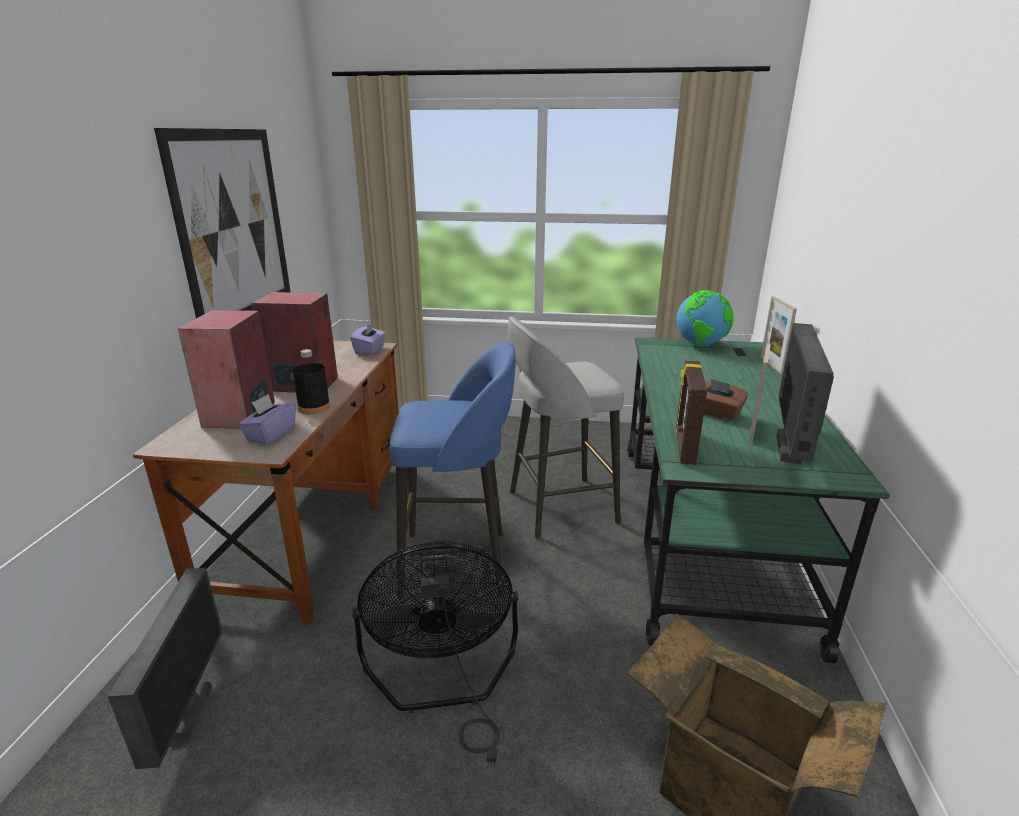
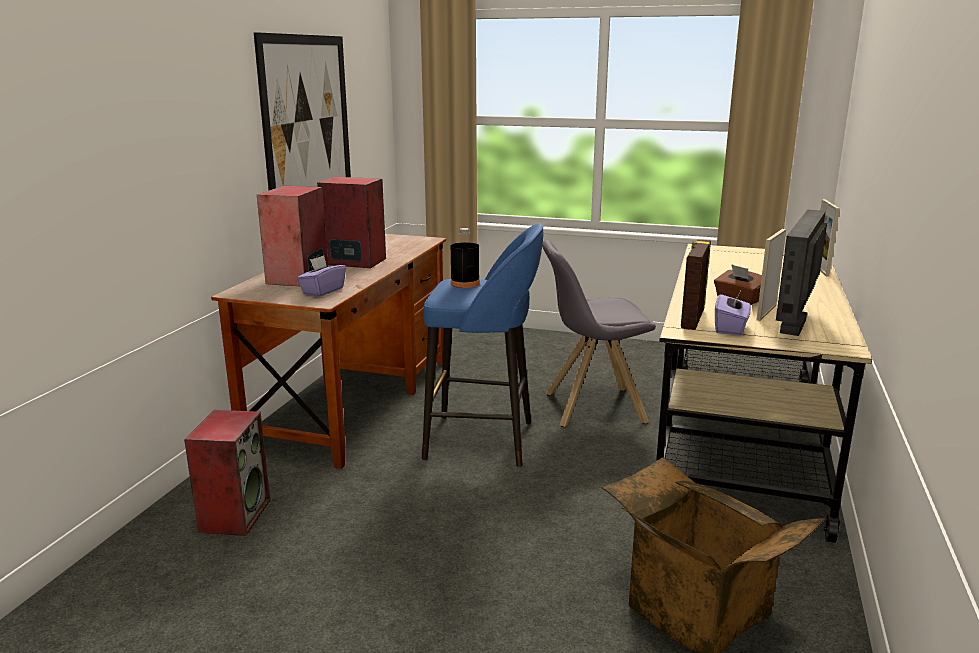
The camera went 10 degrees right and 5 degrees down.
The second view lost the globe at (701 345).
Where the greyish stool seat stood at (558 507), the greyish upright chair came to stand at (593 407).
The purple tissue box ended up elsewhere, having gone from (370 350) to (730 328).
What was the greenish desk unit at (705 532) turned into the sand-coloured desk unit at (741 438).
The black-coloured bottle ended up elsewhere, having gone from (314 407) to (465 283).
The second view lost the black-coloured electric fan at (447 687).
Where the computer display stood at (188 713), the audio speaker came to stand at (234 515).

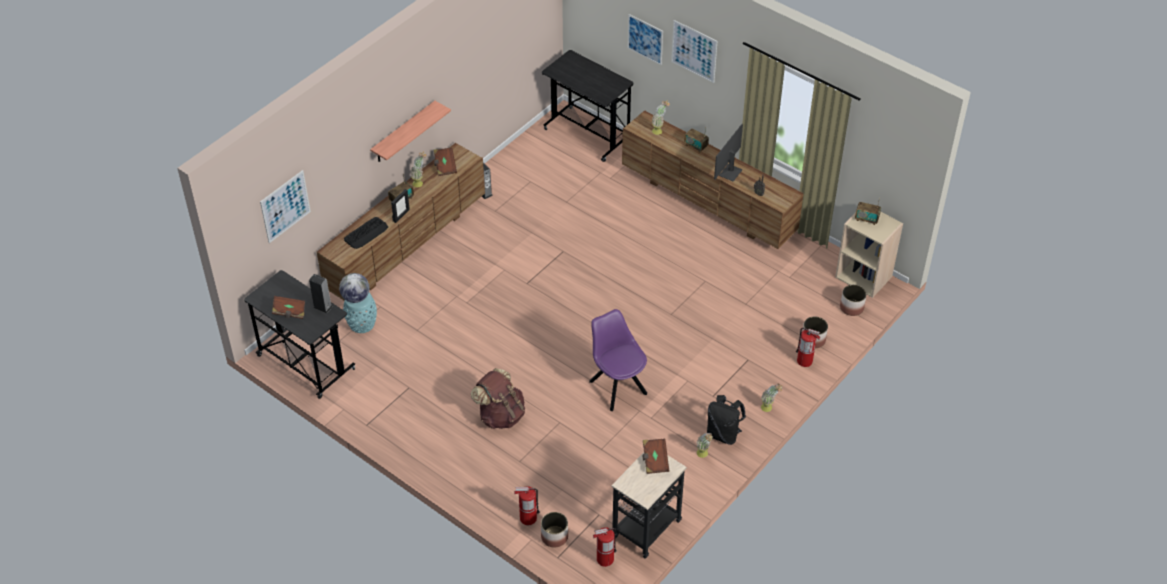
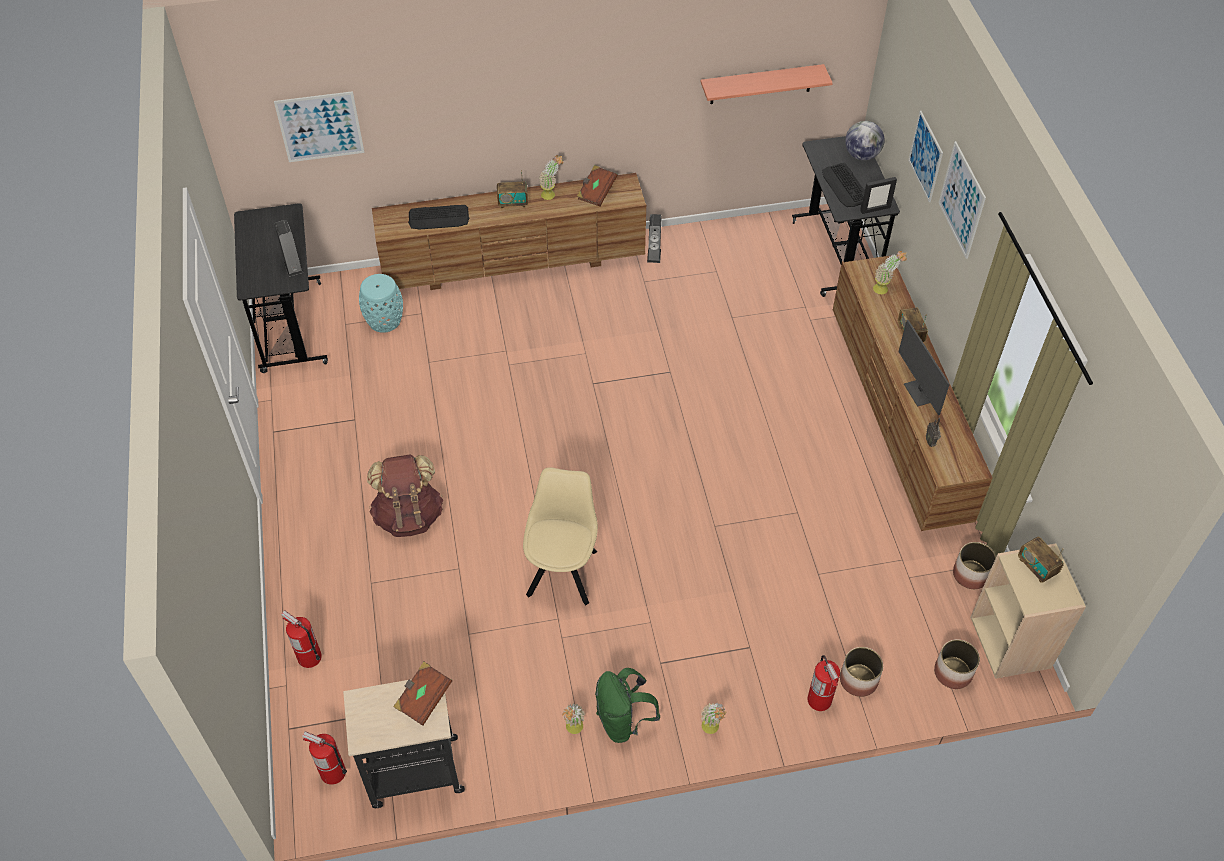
The camera went 40 degrees right and 5 degrees up.
The shelf ended up elsewhere, having gone from (403 133) to (761 84).
The computer display at (730 172) ended up facing another way, 90 degrees counterclockwise from before.
The picture frame ended up elsewhere, having gone from (401 215) to (875 209).
The globe ended up elsewhere, having gone from (355 298) to (861 155).
The second view lost the brownish volume at (289 312).
What was the purple upright chair at (617 387) turned into the sand-coloured upright chair at (563 572).
What was the black-coloured backpack at (723 434) turned into the greenish backpack at (623 721).
The plant pot ended up elsewhere, having gone from (554 536) to (970 574).
The second view gained the PC keyboard at (845 186).

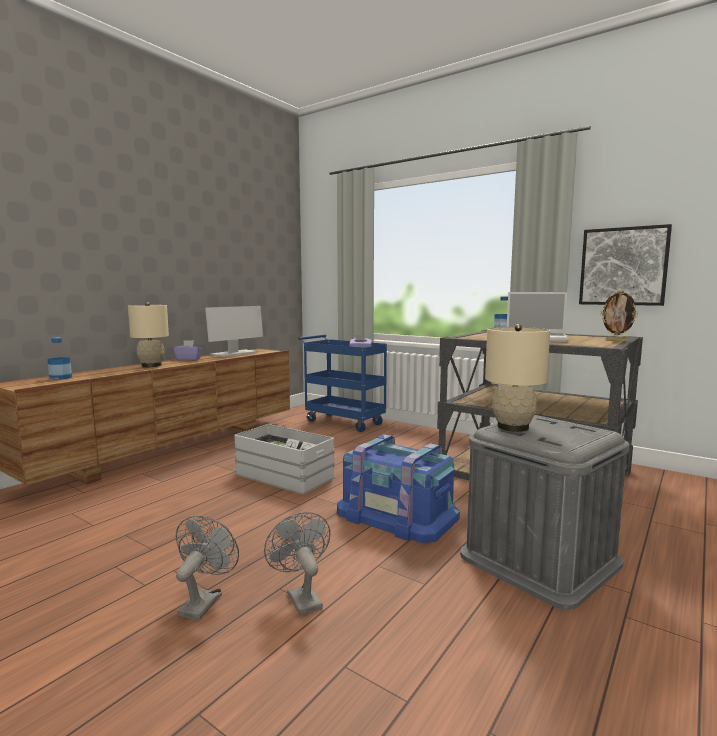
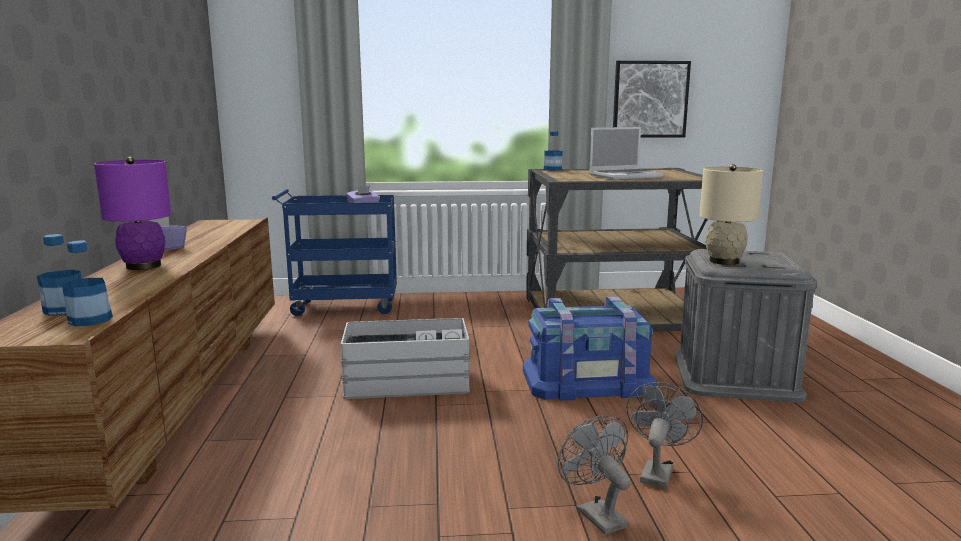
The camera went 40 degrees left and 5 degrees up.
The second view lost the picture frame at (616 340).
What was the sand-coloured lamp for a table at (151 365) turned into the purple lamp for a table at (143 266).
The second view lost the computer display at (234 354).
The greyish electric fan at (301 597) ended up facing another way, 90 degrees clockwise from before.
The second view gained the bottle at (90 320).

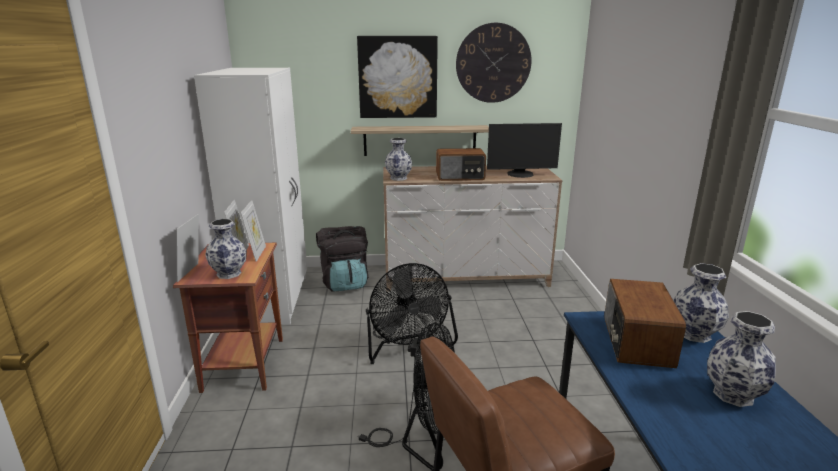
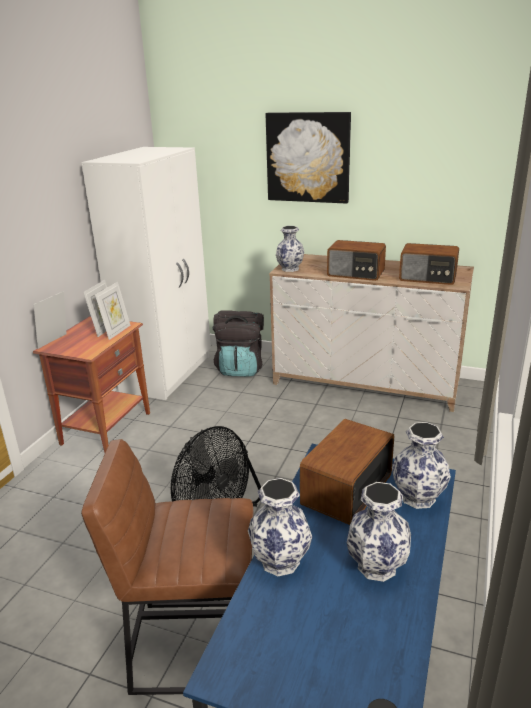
The camera went 25 degrees right and 5 degrees up.
The second view lost the wall clock at (493 63).
Where the computer display stood at (520 174), the radio receiver came to stand at (428 278).
The second view lost the shelf at (420 140).
The vase ended up elsewhere, having gone from (229 273) to (281 560).
The second view lost the black-coloured electric fan at (404 346).

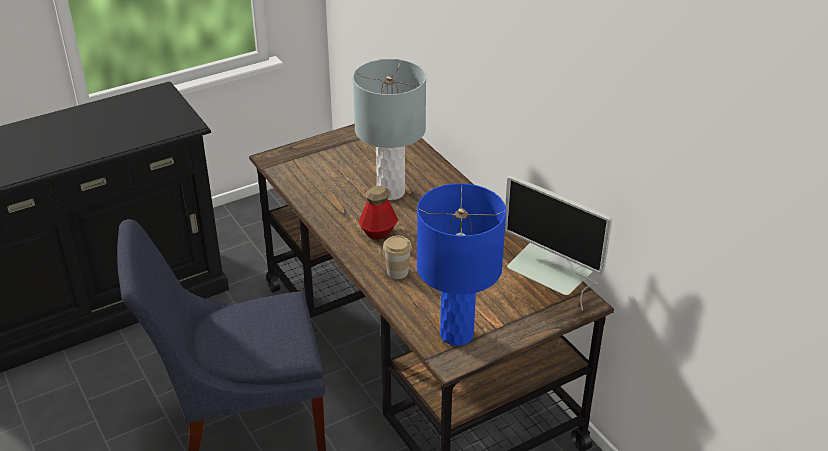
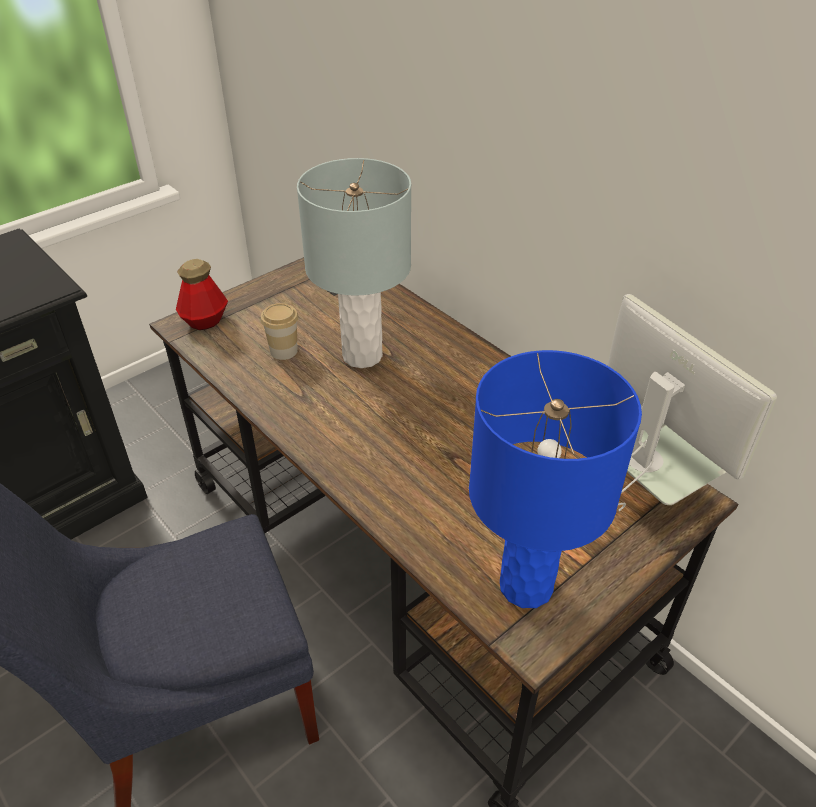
The camera went 10 degrees left and 5 degrees up.
The computer display at (551 295) ended up facing another way, 150 degrees counterclockwise from before.
The bottle ended up elsewhere, having gone from (378 232) to (205 321).
The small cup ended up elsewhere, having gone from (397 272) to (283 351).

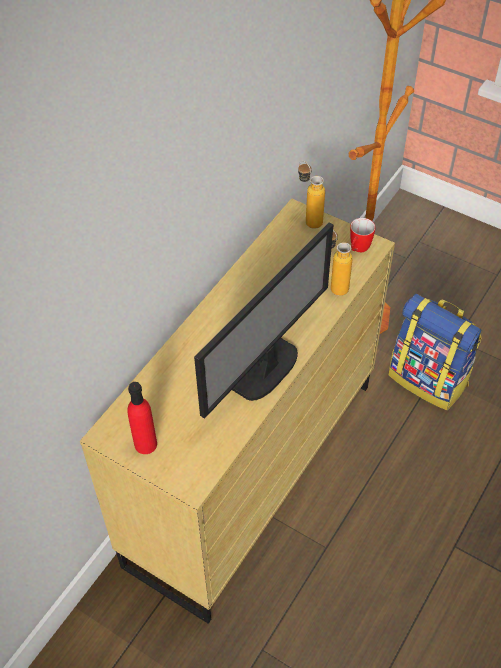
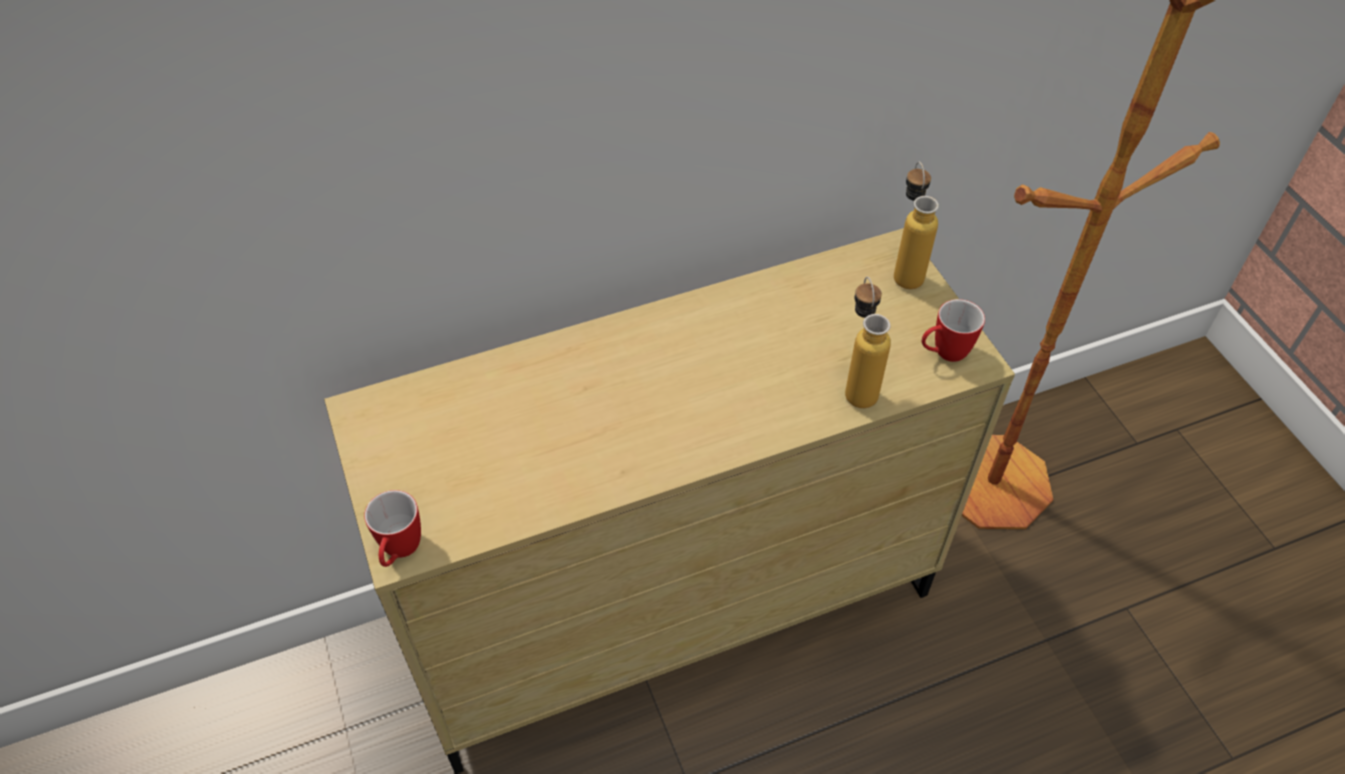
The camera went 35 degrees right and 0 degrees up.
The second view lost the computer display at (266 370).
The second view lost the backpack at (429 380).
The second view lost the red bottle at (145 444).
The second view gained the coffee mug at (399 552).

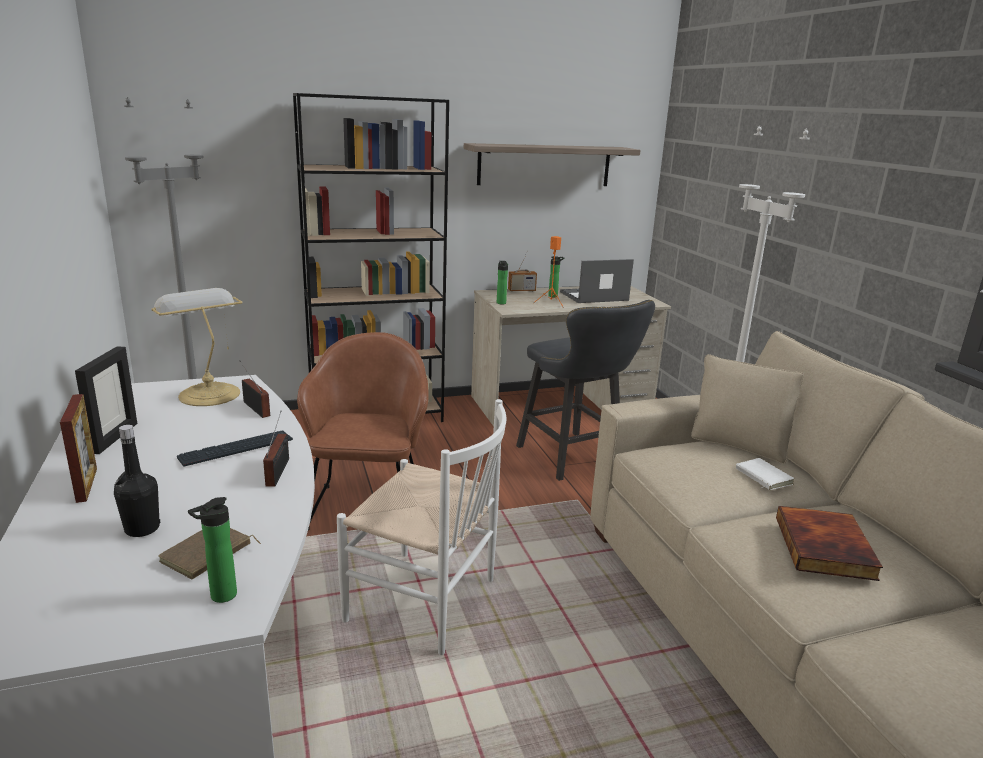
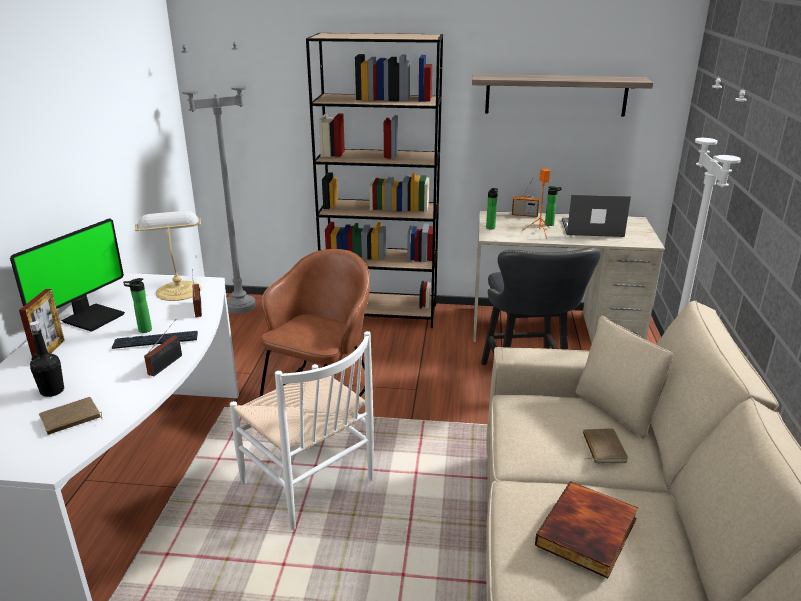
The camera went 25 degrees right and 5 degrees up.
Where the picture frame stood at (113 437), the computer display came to stand at (92 317).
What was the white-coloured volume at (762 477) turned into the brownish volume at (602 448).
The bottle ended up elsewhere, having gone from (220 597) to (143 330).

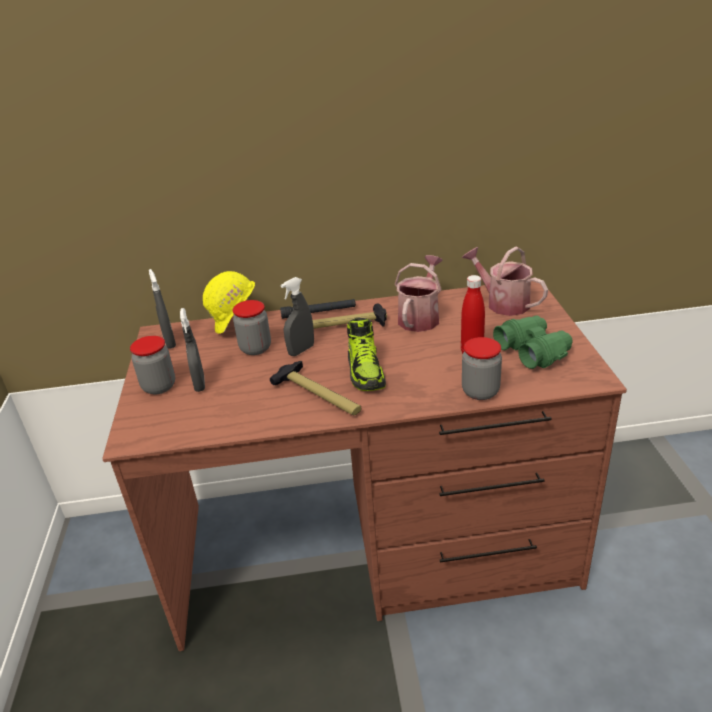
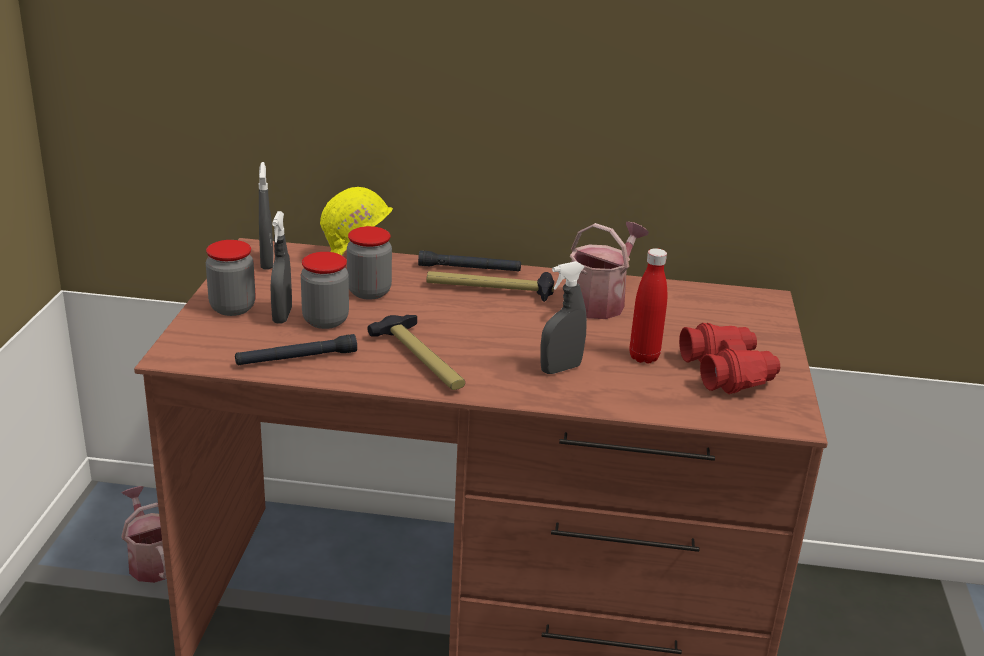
The camera went 10 degrees right and 5 degrees down.
The watering pot ended up elsewhere, having gone from (502 303) to (152 560).
The greyish spray bottle ended up elsewhere, having gone from (301 350) to (560 369).
What was the greenish field glasses at (533 351) turned into the red field glasses at (727 372).
The second view lost the shoe at (366 372).
The jar ended up elsewhere, having gone from (480 391) to (325 320).
The second view gained the black-coloured torch at (296 358).

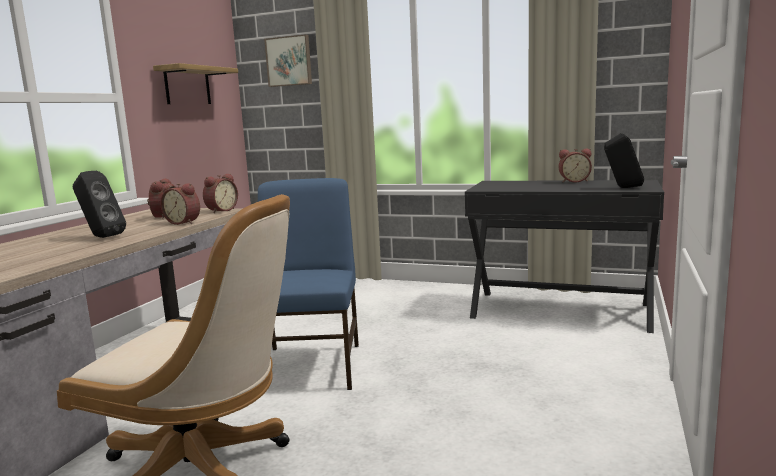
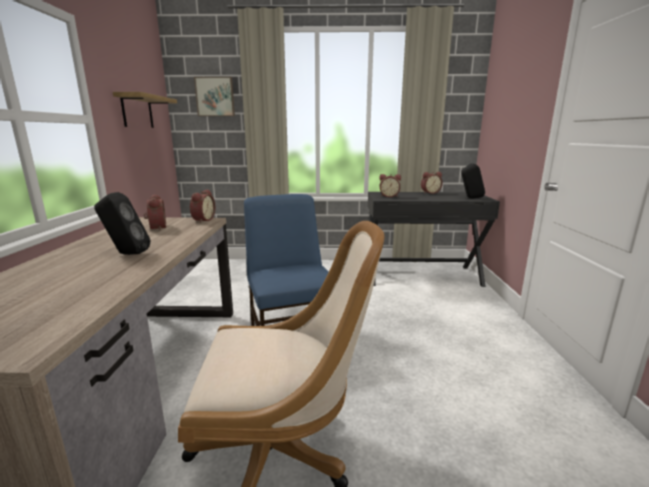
The camera went 20 degrees left and 5 degrees up.
The table clock ended up elsewhere, having gone from (184 222) to (389 196).

